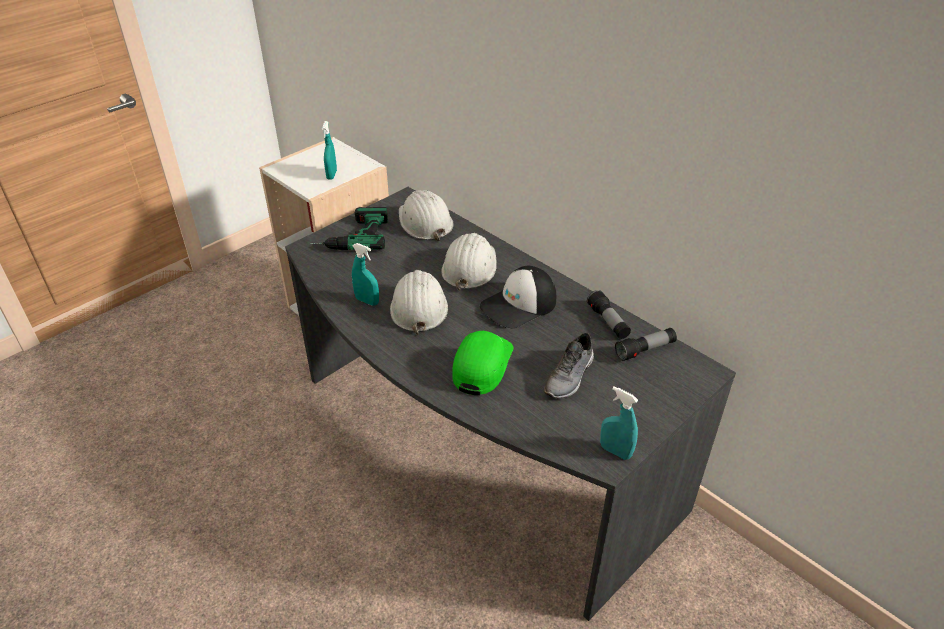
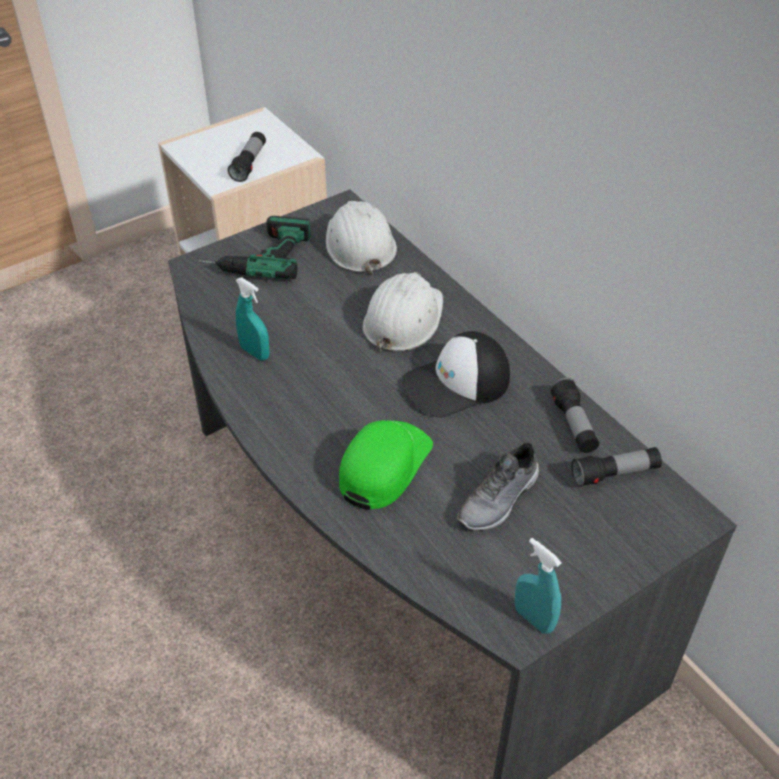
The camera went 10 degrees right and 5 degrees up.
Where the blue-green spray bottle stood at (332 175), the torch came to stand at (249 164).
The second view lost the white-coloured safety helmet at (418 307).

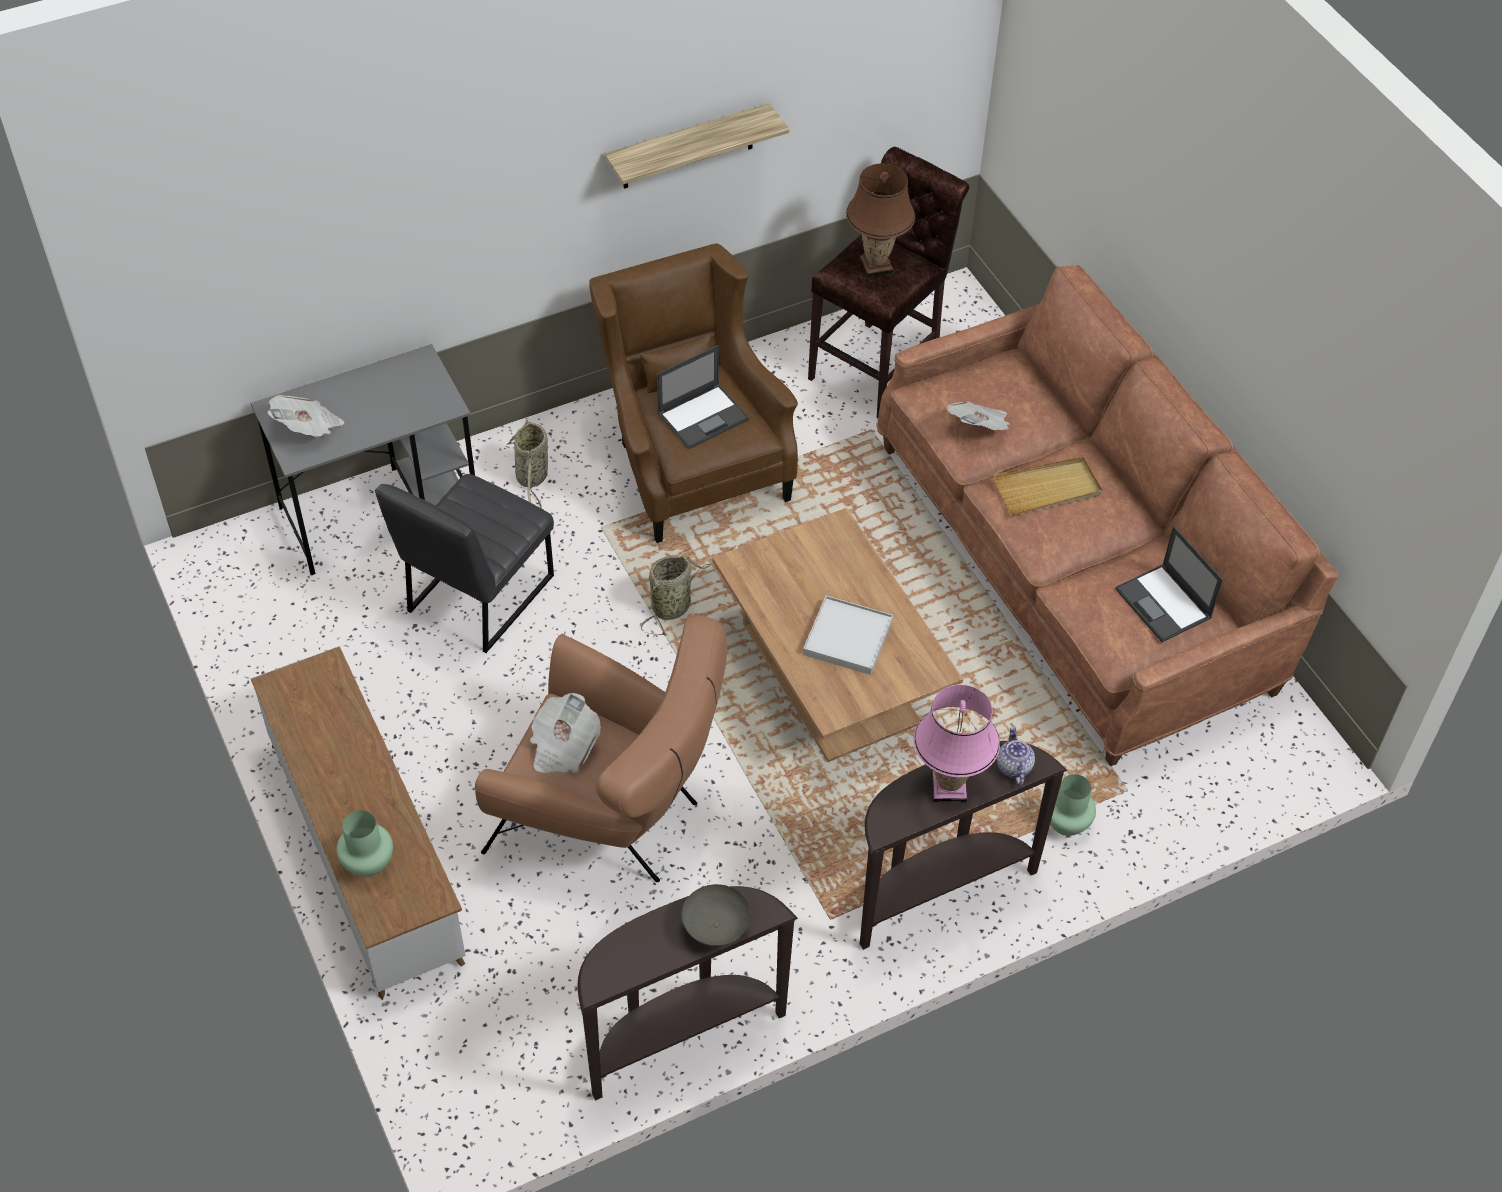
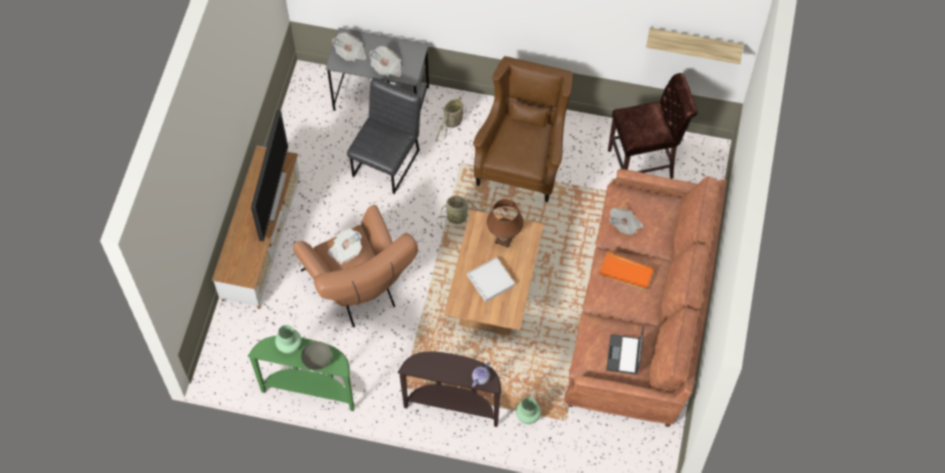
The camera went 40 degrees right and 10 degrees up.
The shelf ended up elsewhere, having gone from (688 147) to (694 43).
The brownish lamp for a table ended up elsewhere, having gone from (876 266) to (504 239).
The second view lost the laptop at (703 416).
What was the sand-coloured carrying tray at (1047 489) turned into the orange-coloured carrying tray at (626 272).
The greyish upright chair at (477 596) ended up facing another way, 135 degrees clockwise from before.
The second view lost the pinkish lamp for a table at (949 788).
The greenish vase ended up elsewhere, having gone from (367 863) to (289 346).
What was the brownish hall table at (679 1034) turned into the greenish hall table at (310 390).
The second view gained the printed paper at (387 67).
The second view gained the television at (271 196).

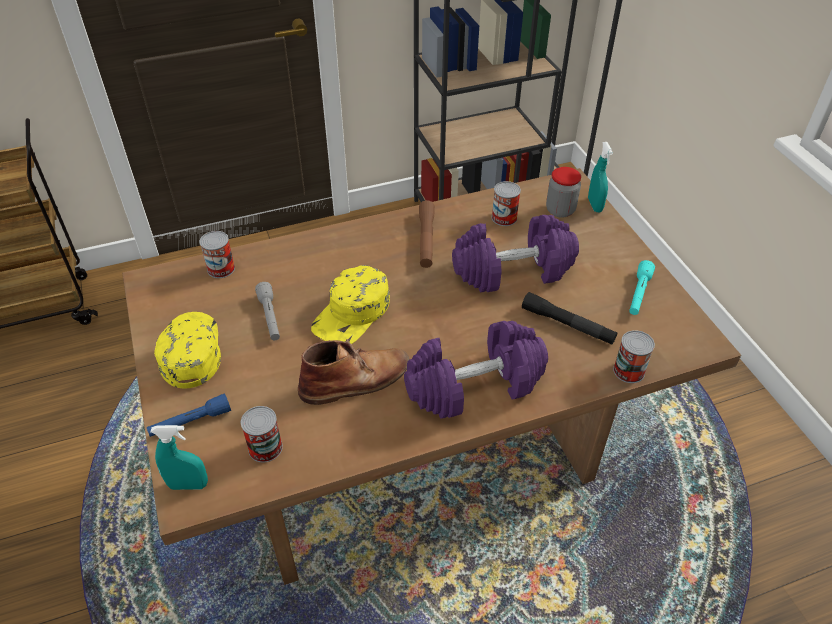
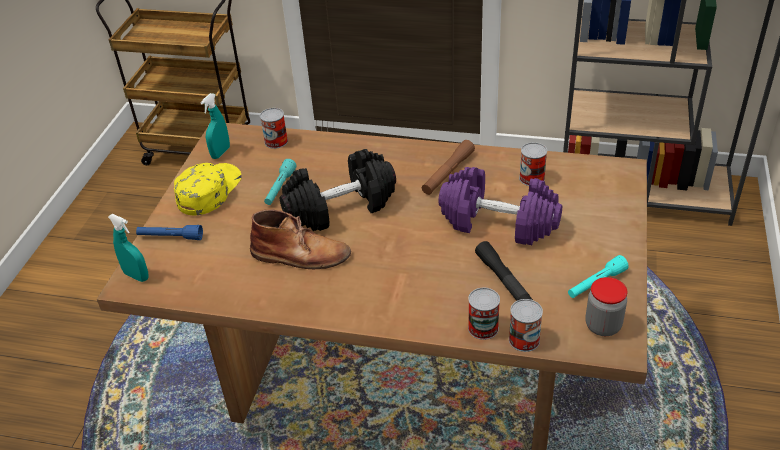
The camera went 35 degrees right and 5 degrees down.
The blue-green spray bottle ended up elsewhere, having gone from (595 205) to (220 153).
The jar ended up elsewhere, having gone from (560 210) to (603 326).
Where the yellow cap stood at (352 313), the black-coloured free weight came to stand at (340 207).
What was the greyish torch at (270 317) turned into the blue-green torch at (280 188).
The second view lost the purple free weight at (475 384).
The can ended up elsewhere, having gone from (265 448) to (483 328).

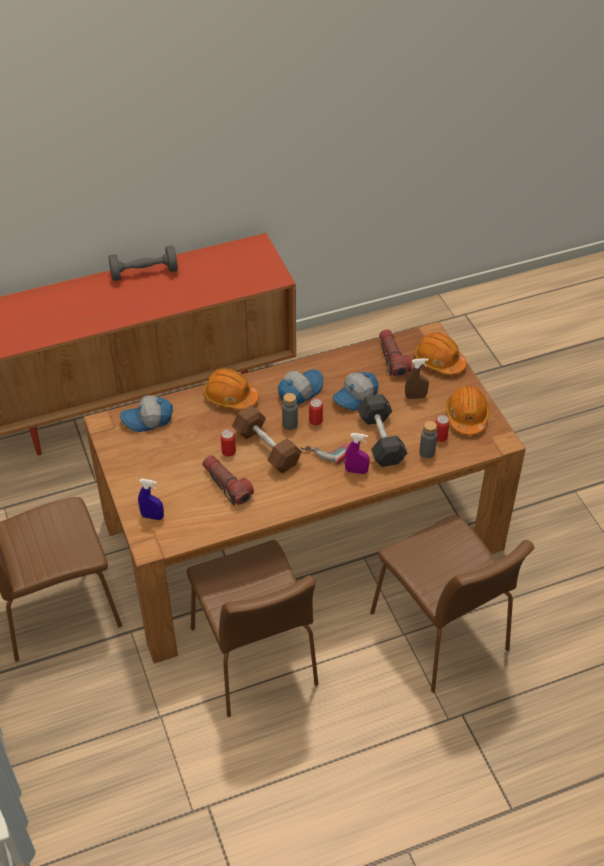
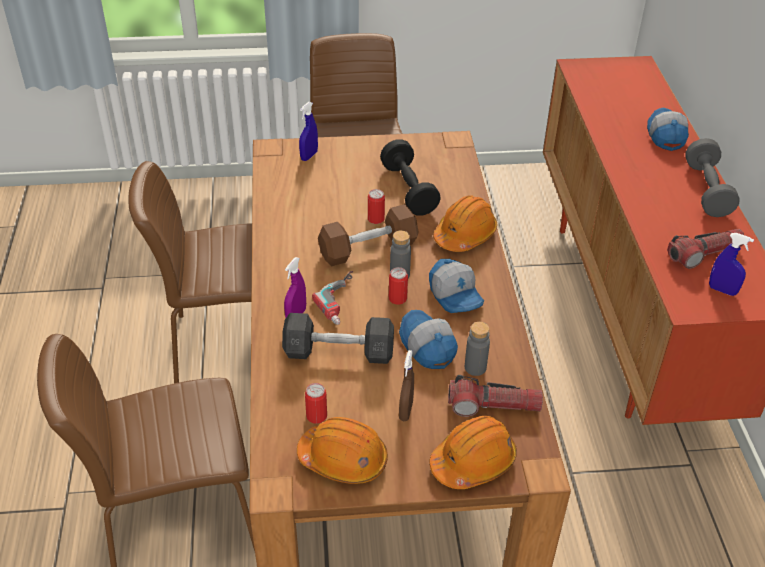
The camera went 105 degrees right and 5 degrees down.
The cap ended up elsewhere, having gone from (148 420) to (665 135).
The greyish bottle ended up elsewhere, having gone from (427 452) to (475 367).
The torch ended up elsewhere, having gone from (227 485) to (704 254).
The second view gained the black-coloured free weight at (409 190).
The second view gained the bluish spray bottle at (722 290).

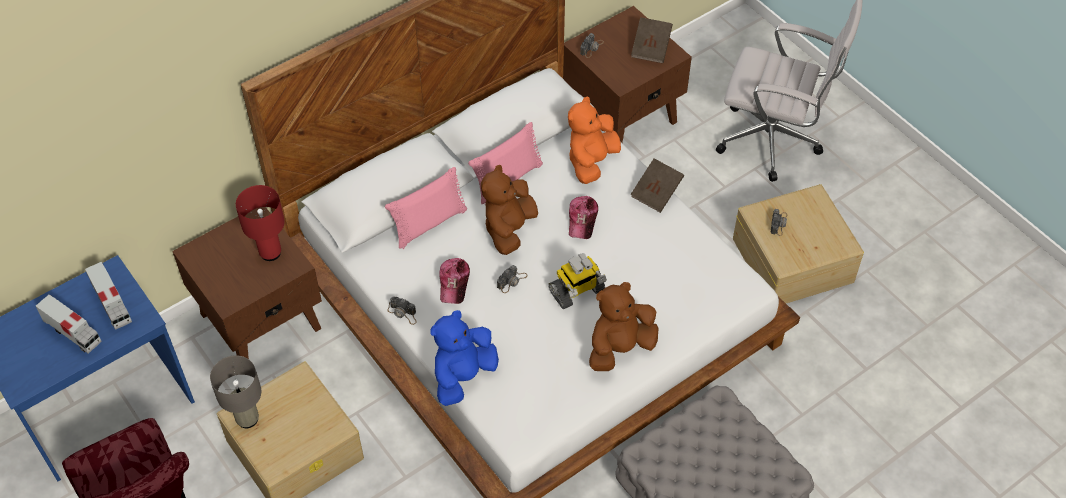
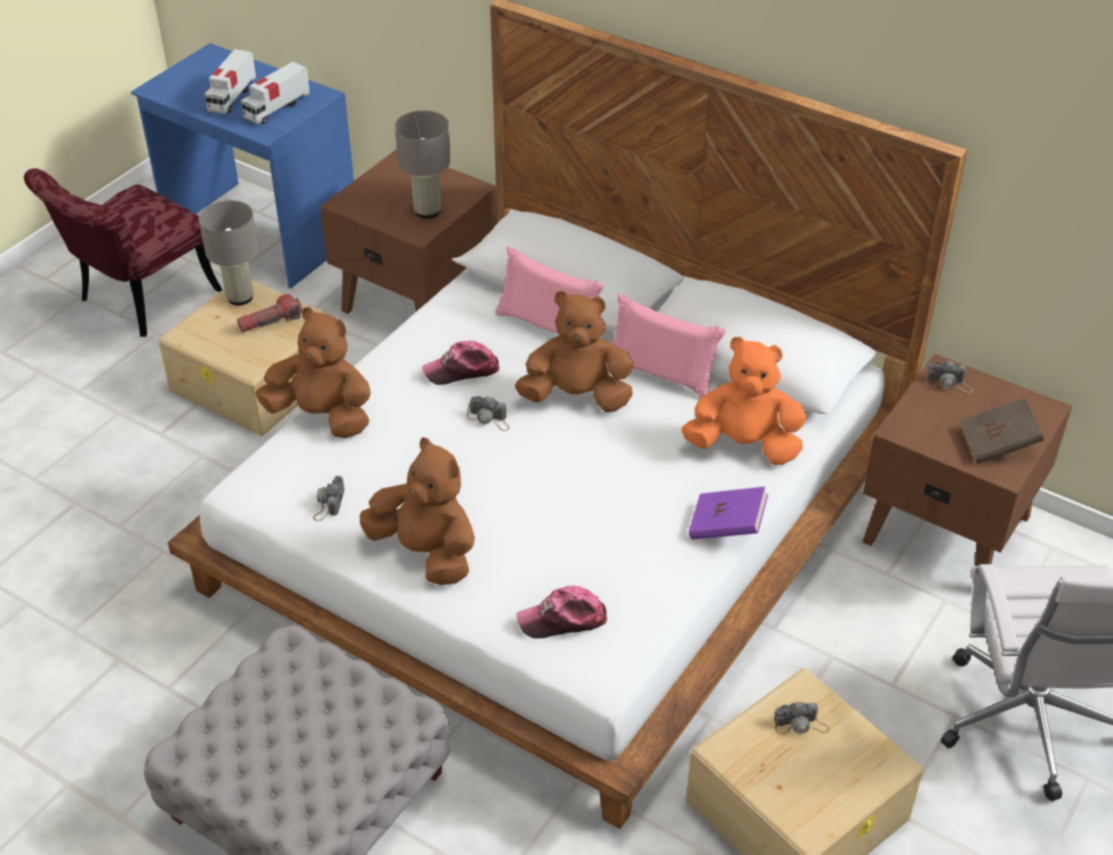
The camera went 70 degrees right and 10 degrees down.
What was the brownish volume at (656 193) turned into the purple volume at (726 527).
What was the red lamp for a table at (271 253) turned into the greyish lamp for a table at (427 212).
The cap ended up elsewhere, having gone from (582 220) to (563 620).
The second view lost the toy robot at (577 291).
The still camera ended up elsewhere, having gone from (403 313) to (329 503).
What was the bluish plush toy at (463 376) turned into the brownish plush toy at (322 416).
The second view gained the torch at (271 322).

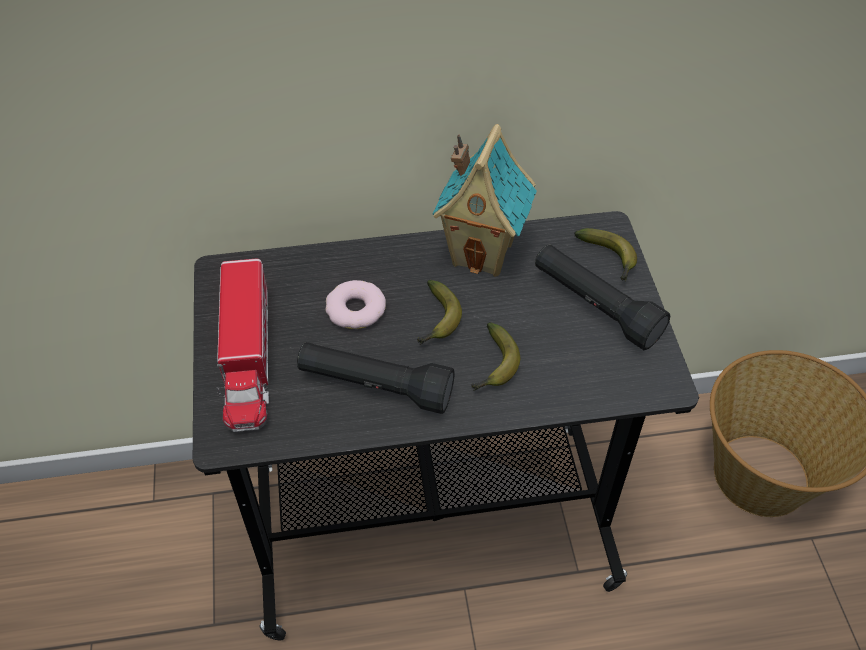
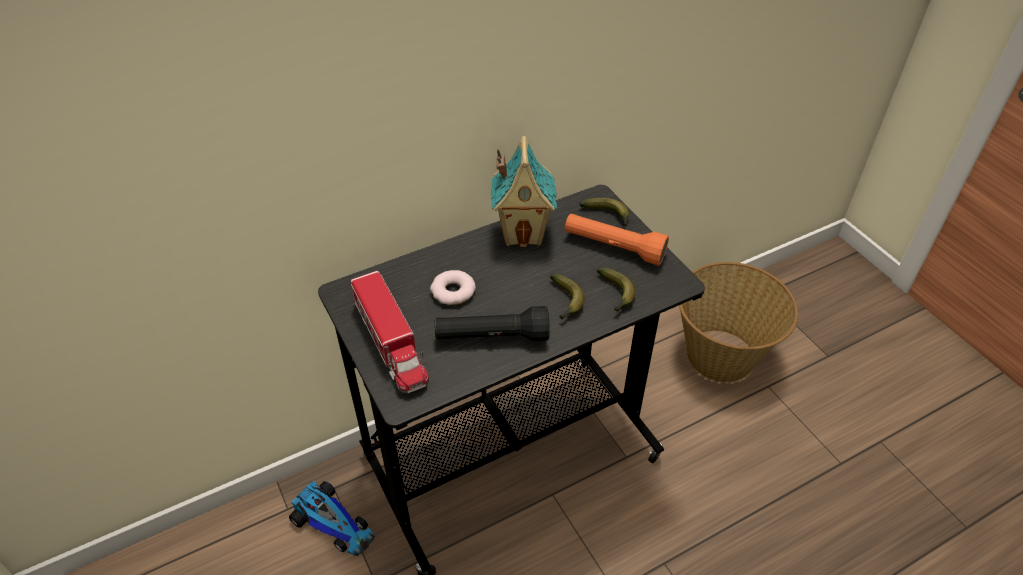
The camera went 20 degrees left and 5 degrees down.
What was the black-coloured torch at (595 306) turned into the orange-coloured torch at (613 247).
The banana fruit ended up elsewhere, having gone from (437 320) to (616 294).
The second view gained the miniature car at (334 522).

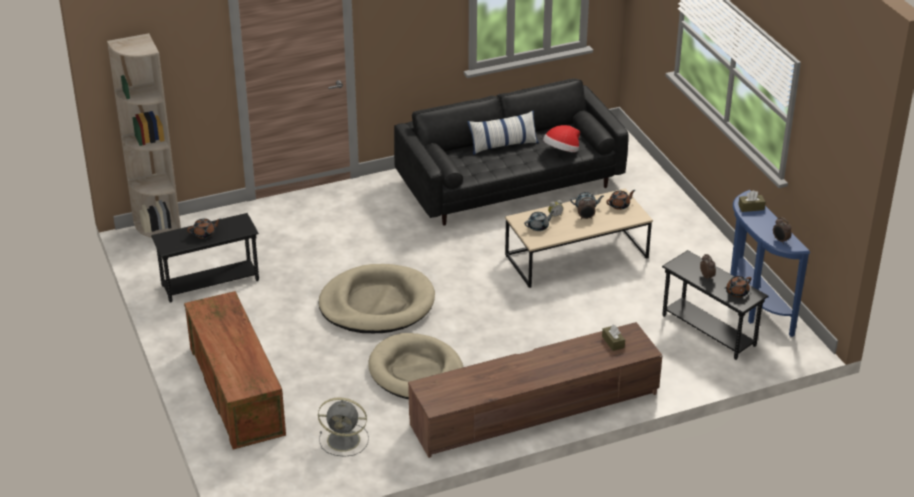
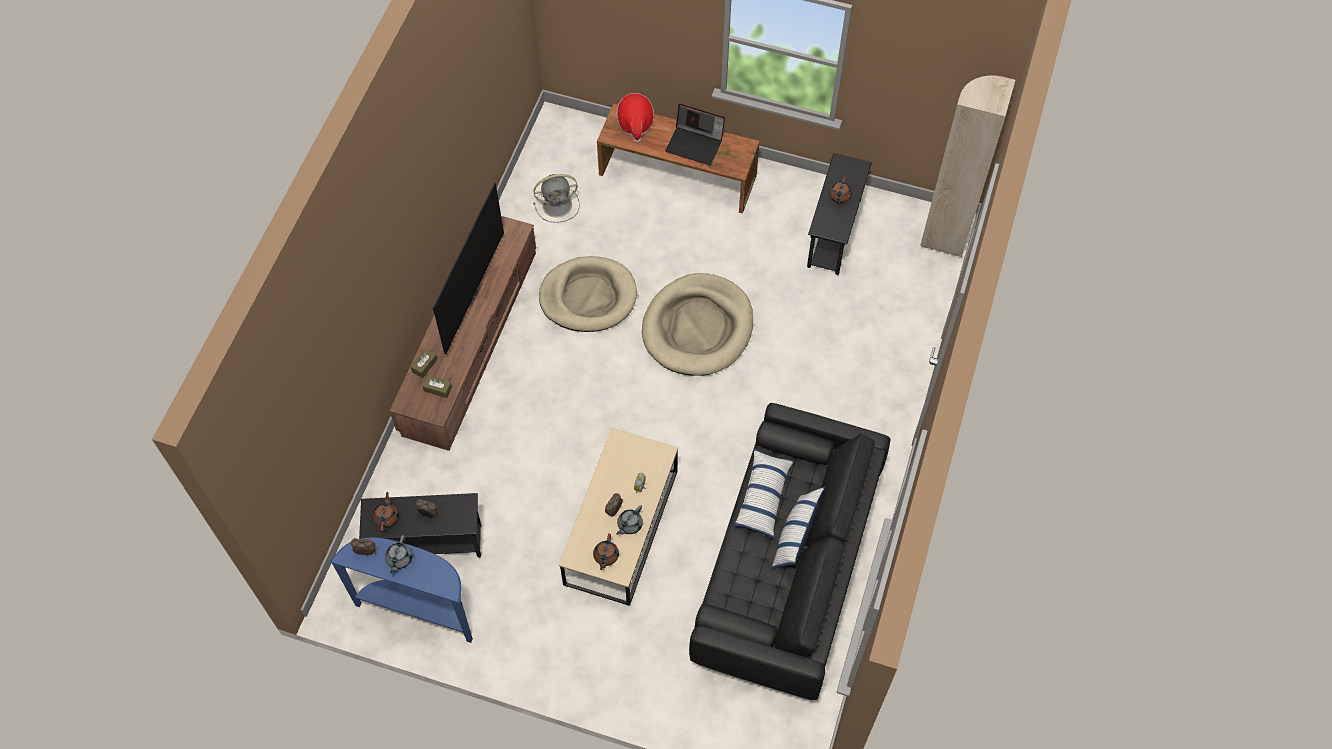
The camera went 130 degrees right and 25 degrees up.
The hat ended up elsewhere, having gone from (561 151) to (635 123).
The brownish tissue box ended up elsewhere, having gone from (751 207) to (424 365).
The greyish teapot ended up elsewhere, having gone from (538 226) to (399 559).
The greyish electric fan at (345 440) ended up facing another way, 150 degrees counterclockwise from before.
The second view gained the laptop at (695 144).
The second view gained the television at (467 292).
The second view gained the throw pillow at (763 497).

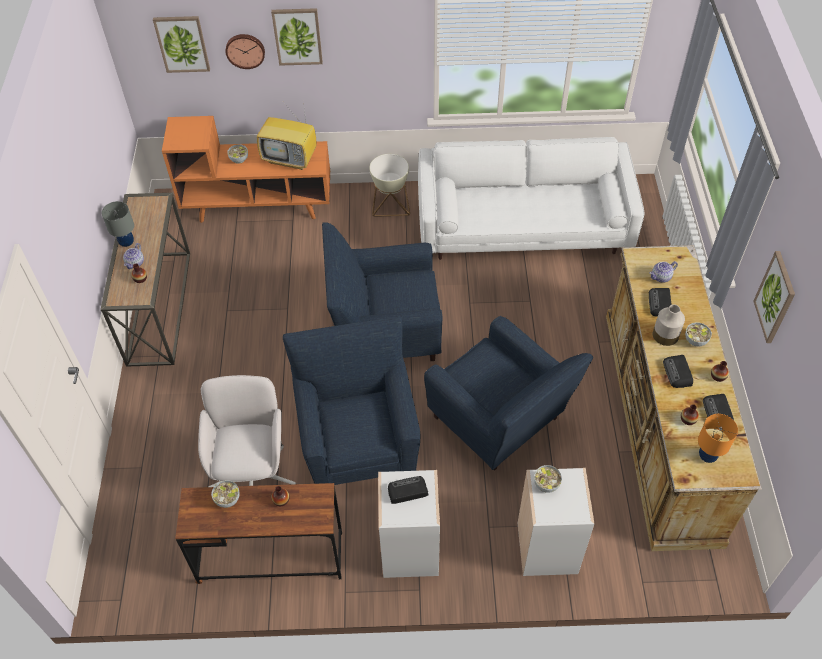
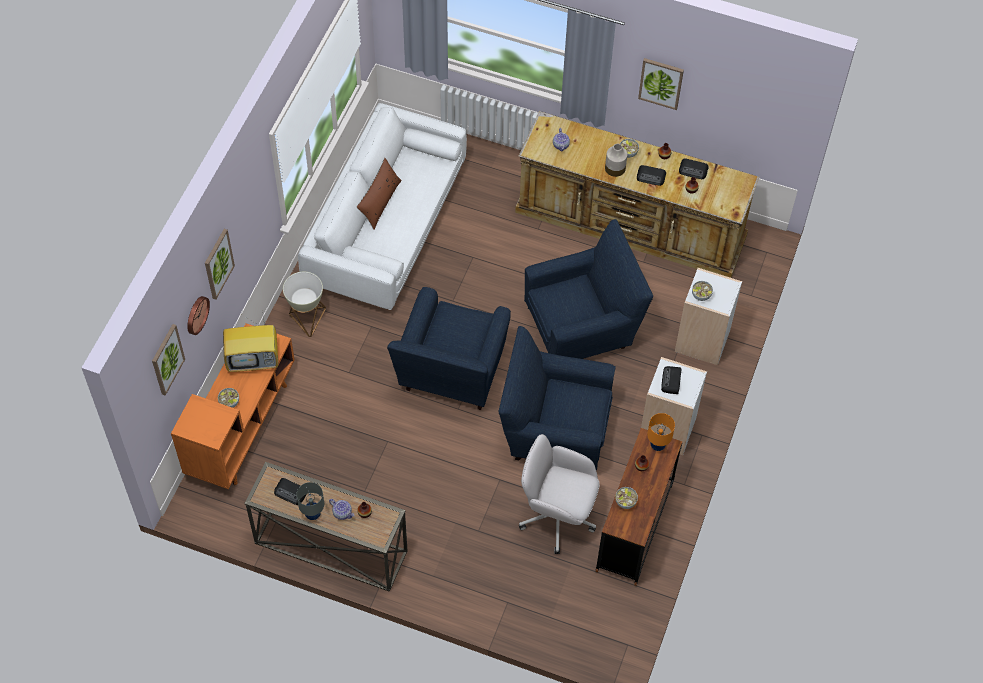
The camera went 70 degrees left and 5 degrees up.
The television at (291 159) ended up facing another way, 45 degrees clockwise from before.
The radio receiver ended up elsewhere, having gone from (660 304) to (291 493).
The orange-coloured lamp for a table ended up elsewhere, having gone from (706 456) to (657 446).
The second view gained the brownish throw pillow at (380 202).

